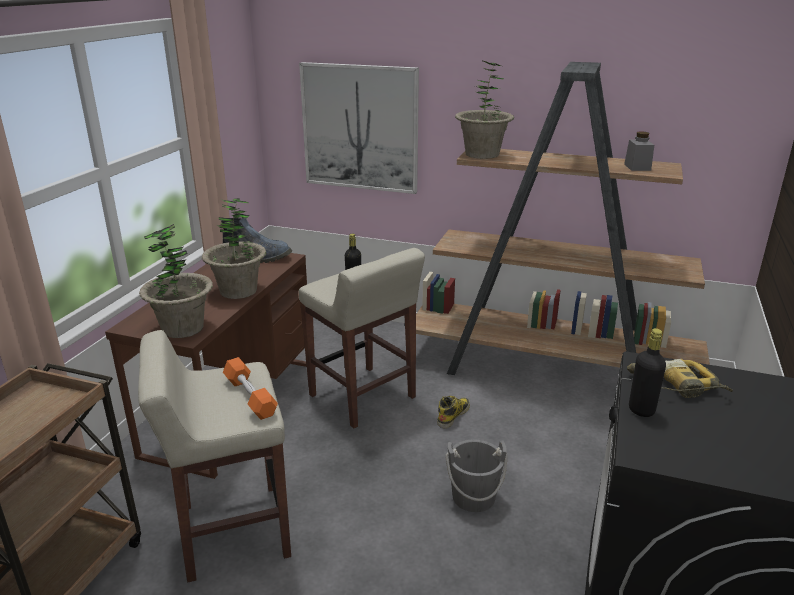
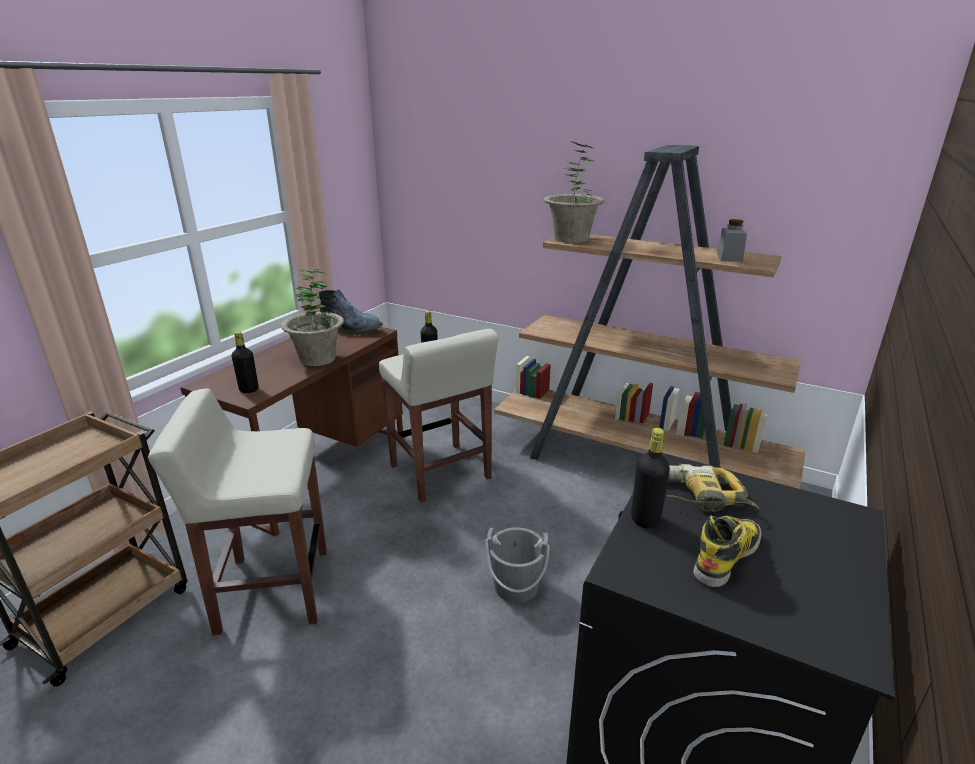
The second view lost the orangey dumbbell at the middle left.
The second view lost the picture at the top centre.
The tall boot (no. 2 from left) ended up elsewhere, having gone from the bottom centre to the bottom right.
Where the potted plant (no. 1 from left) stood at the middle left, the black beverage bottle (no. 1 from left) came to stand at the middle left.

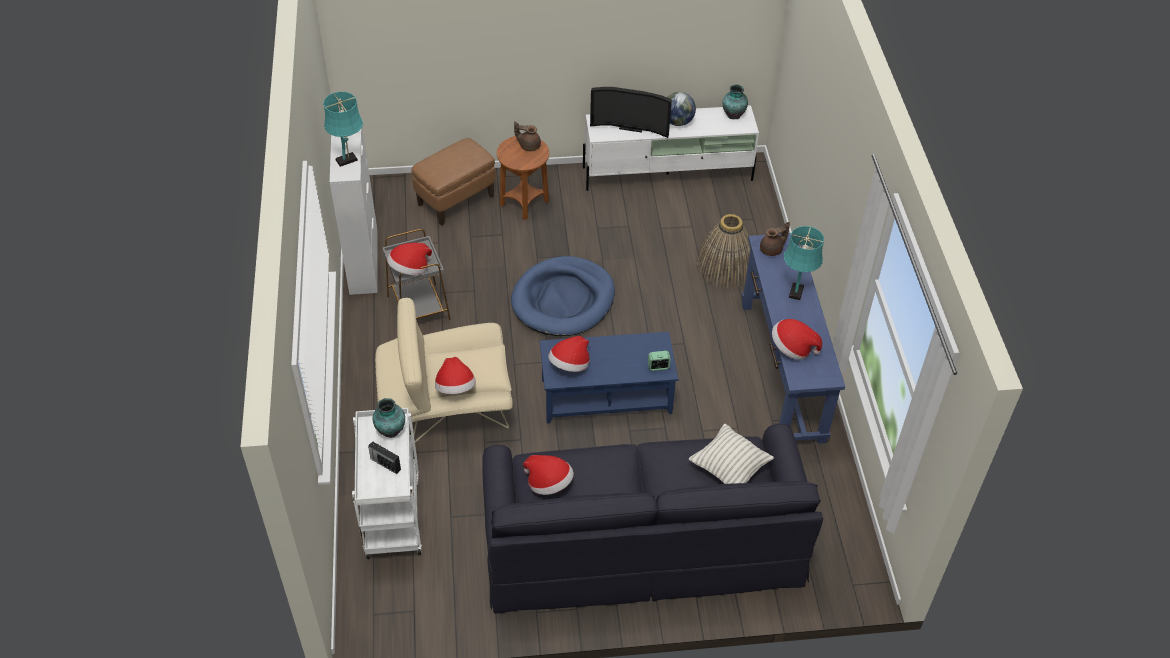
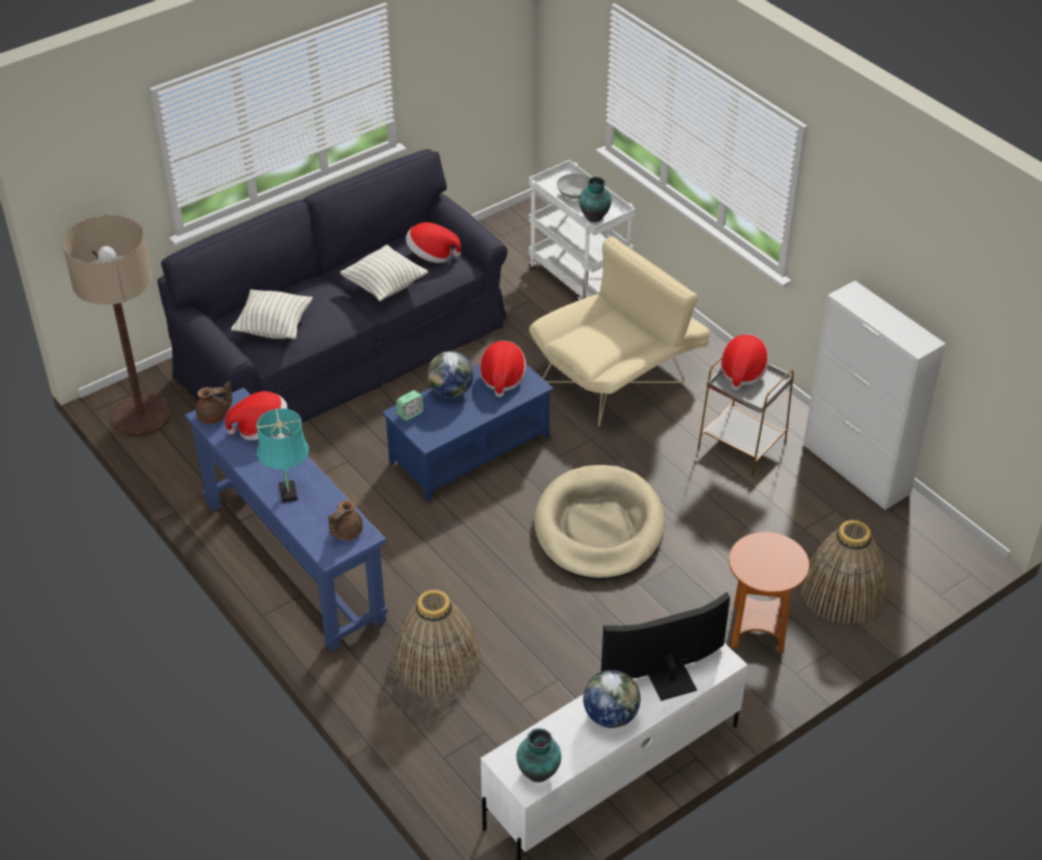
The second view lost the turquoise-coloured table lamp (no. 1 from left) at the top left.
The second view lost the wearable hat (no. 2 from left) at the centre.
The second view gained the standing lamp at the middle left.
The second view gained the pillow (no. 2 from left) at the top centre.
The second view gained the globe (no. 1 from left) at the centre.
The brown tea pot (no. 1 from left) ended up elsewhere, having gone from the top centre to the middle left.
Where the radio stood at the bottom left, the grey bowl came to stand at the top centre.
Where the brown ottoman stood at the top centre, the storage basket (no. 2 from left) came to stand at the middle right.
What was the bluish dog bed at the centre turned into the sand-coloured dog bed at the centre.

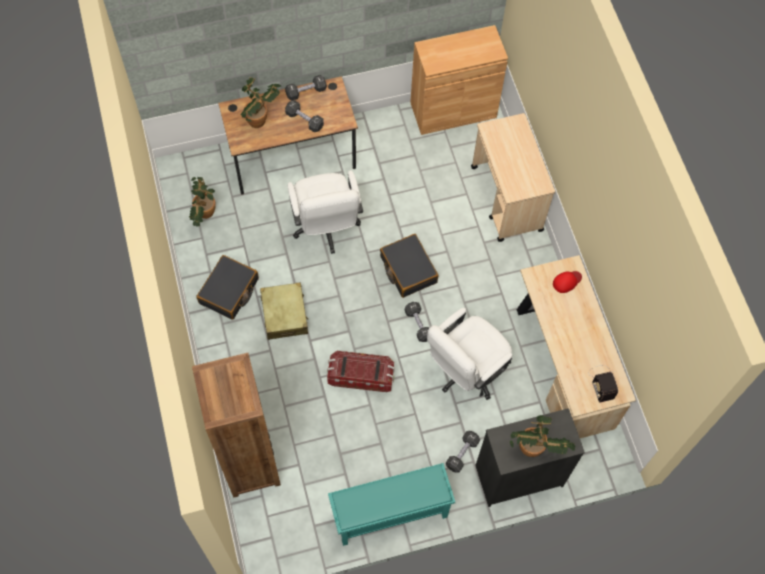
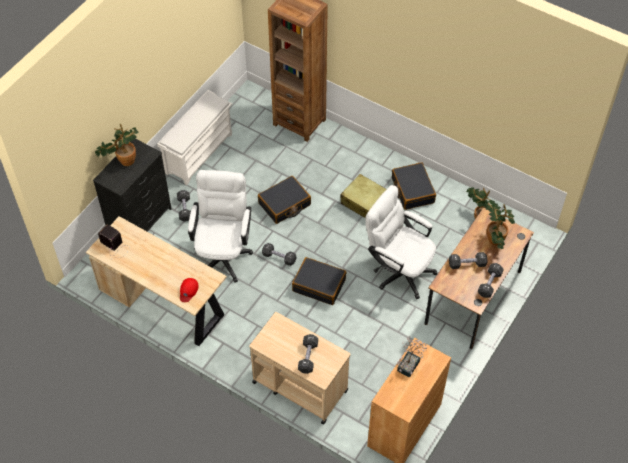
The second view gained the black dumbbell (no. 3 from left) at the bottom centre.
The second view gained the potted plant (no. 2 from left) at the bottom centre.
Where the storage container stood at the centre, the black travel case (no. 1 from left) came to stand at the centre.
What was the turquoise-coloured shoe stand at the bottom centre turned into the white shoe stand at the top left.

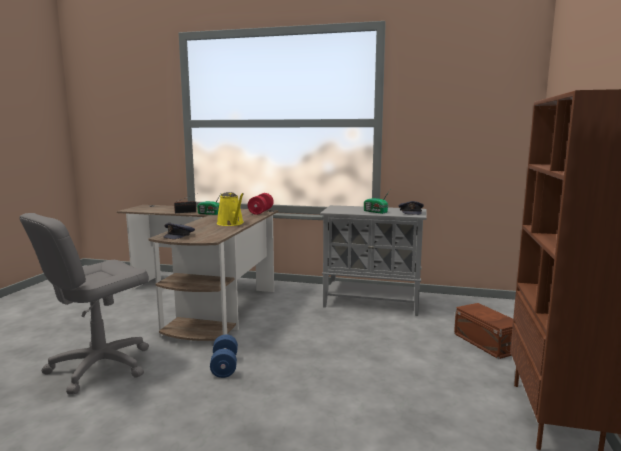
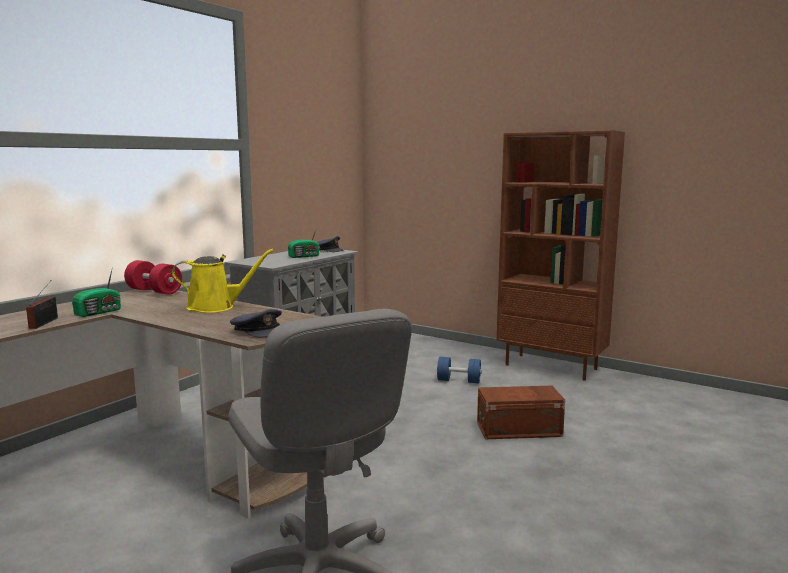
The bluish dumbbell ended up elsewhere, having gone from the bottom centre to the centre.
The brown storage container ended up elsewhere, having gone from the bottom right to the bottom centre.

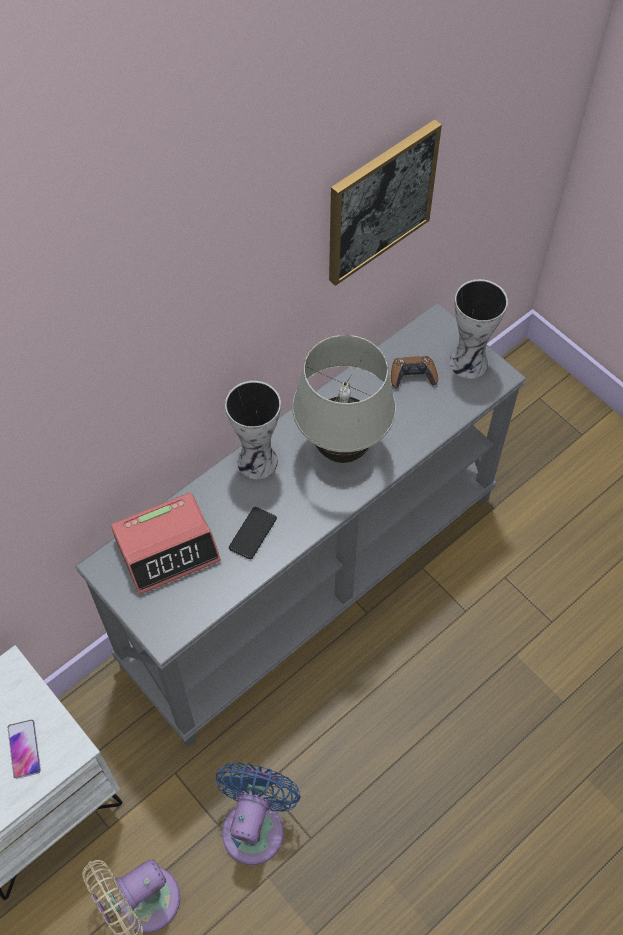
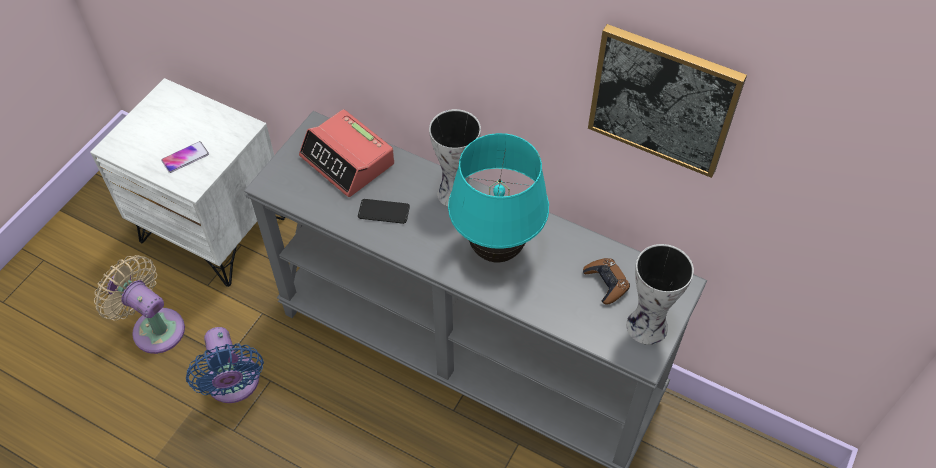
What was the white table lamp at the centre turned into the turquoise-coloured table lamp at the centre.
The bluish fan at the bottom centre ended up facing another way, 75 degrees clockwise from before.

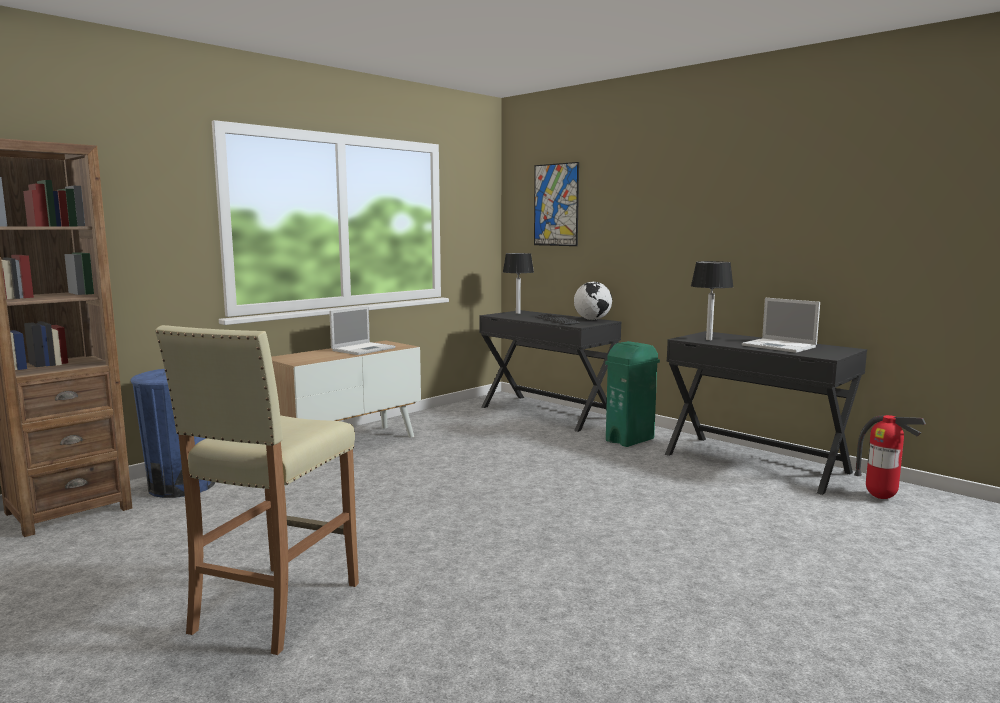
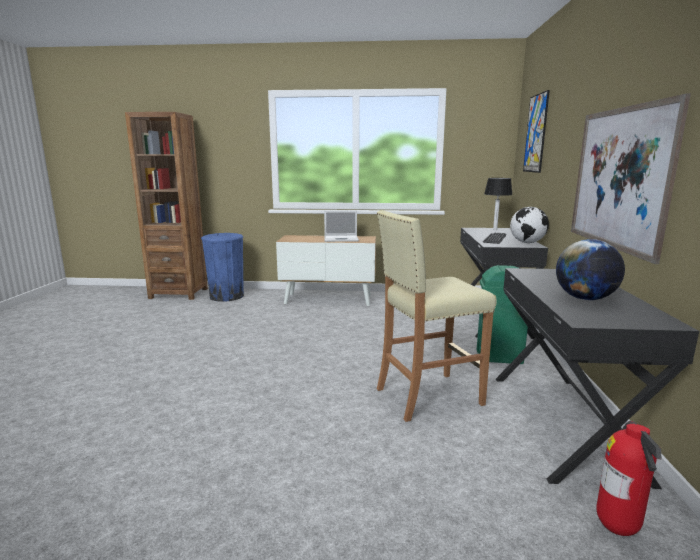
The second view lost the table lamp (no. 2 from left) at the middle right.
The second view gained the picture (no. 2 from left) at the top right.
The sand-coloured stool ended up elsewhere, having gone from the bottom left to the centre.
Where the notebook computer (no. 2 from left) stood at the middle right, the globe (no. 2 from left) came to stand at the middle right.

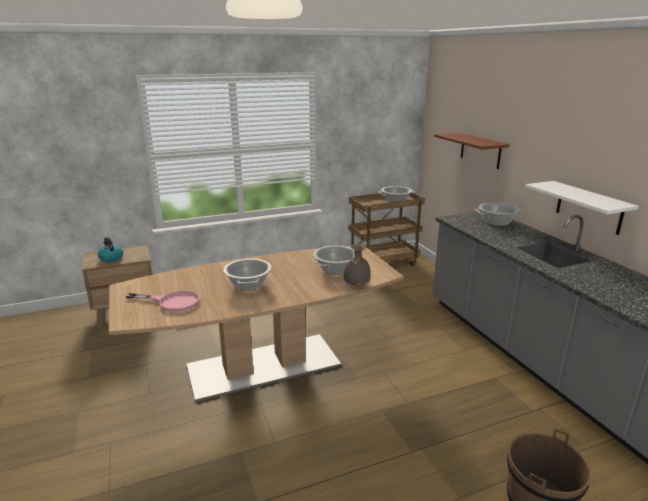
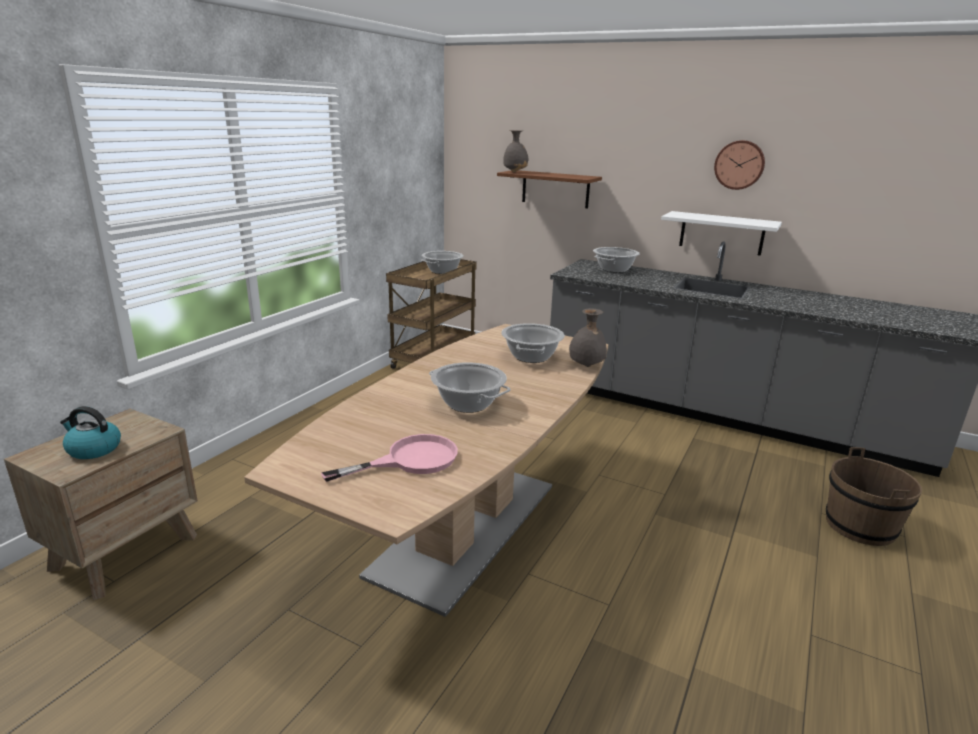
The second view gained the grey vase (no. 1 from left) at the top centre.
The second view gained the hanging clock at the top right.

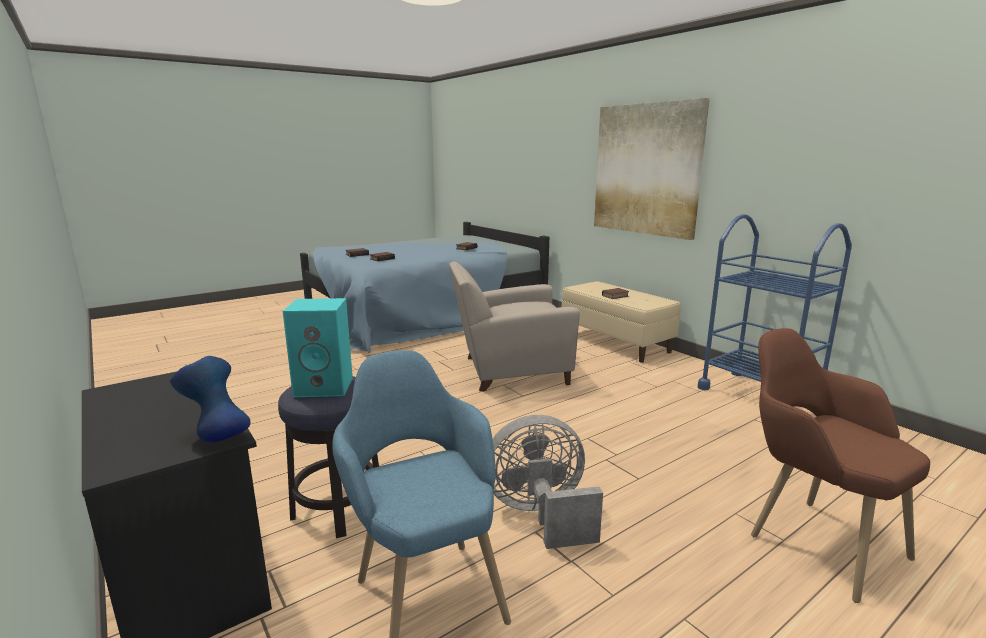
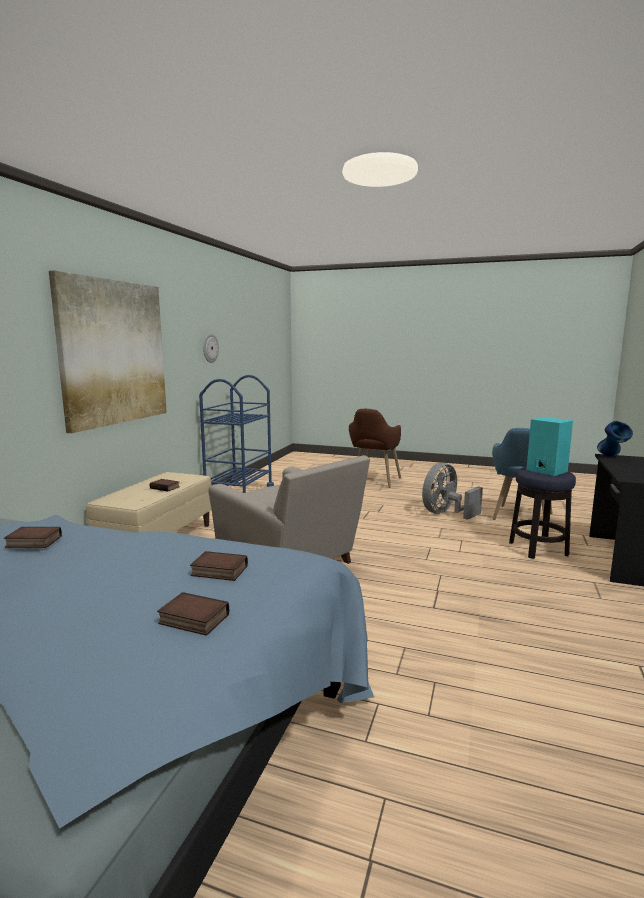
The second view gained the hanging clock at the middle left.
The grey fan at the bottom centre ended up facing another way, 90 degrees clockwise from before.

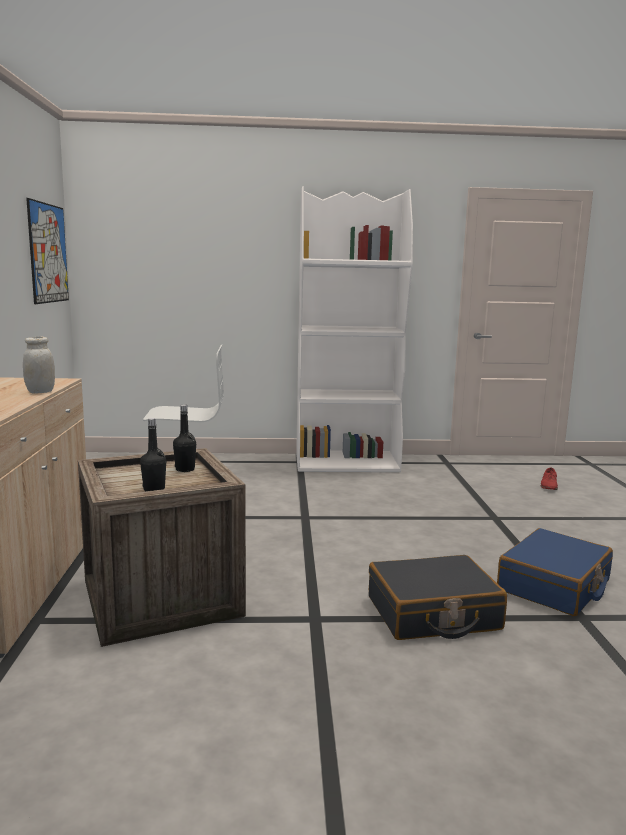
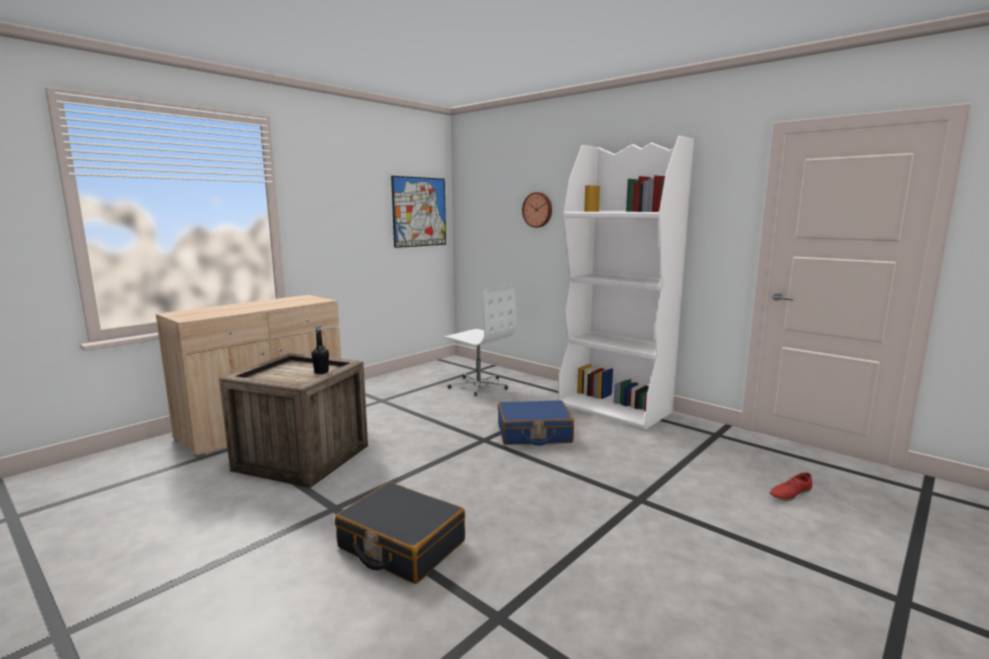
The second view lost the white jar at the middle left.
The second view lost the black beverage bottle (no. 1 from left) at the middle left.
The second view gained the hanging clock at the top centre.
The bluish travel case ended up elsewhere, having gone from the bottom right to the centre.

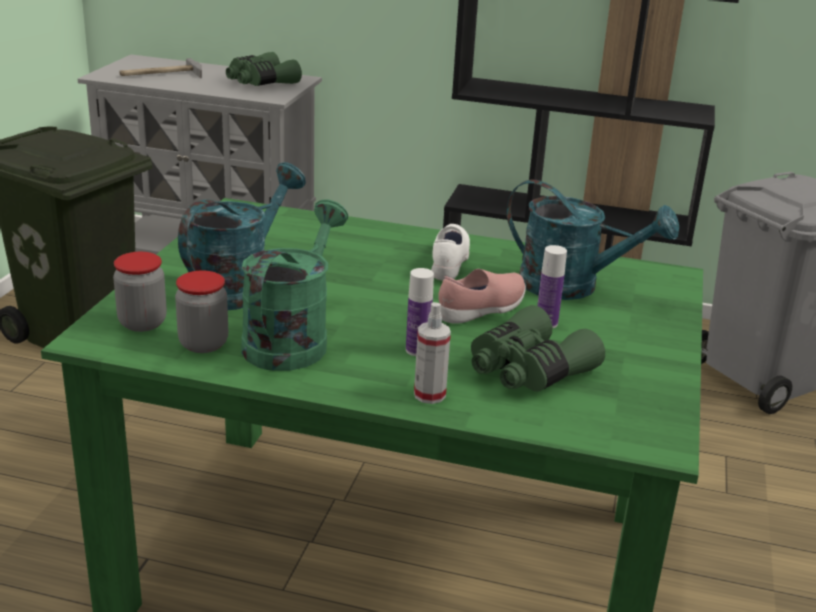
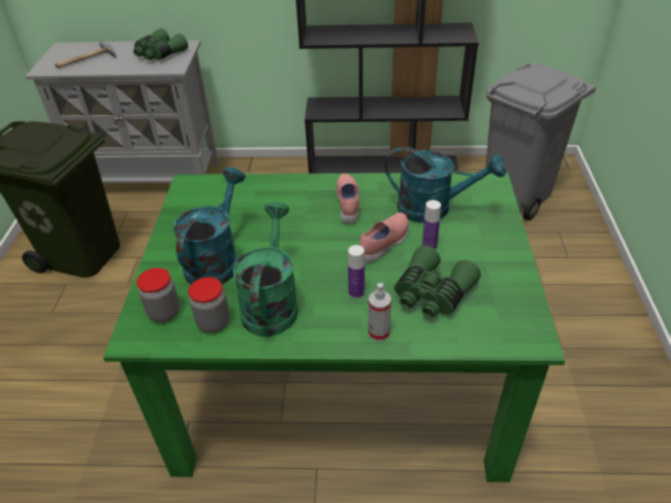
What was the white low shoe at the centre turned into the pinkish low shoe (no. 1 from left) at the centre.

